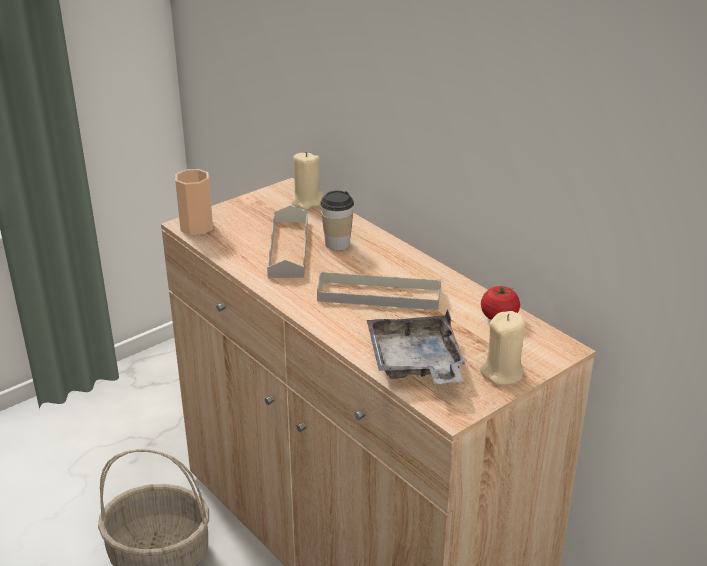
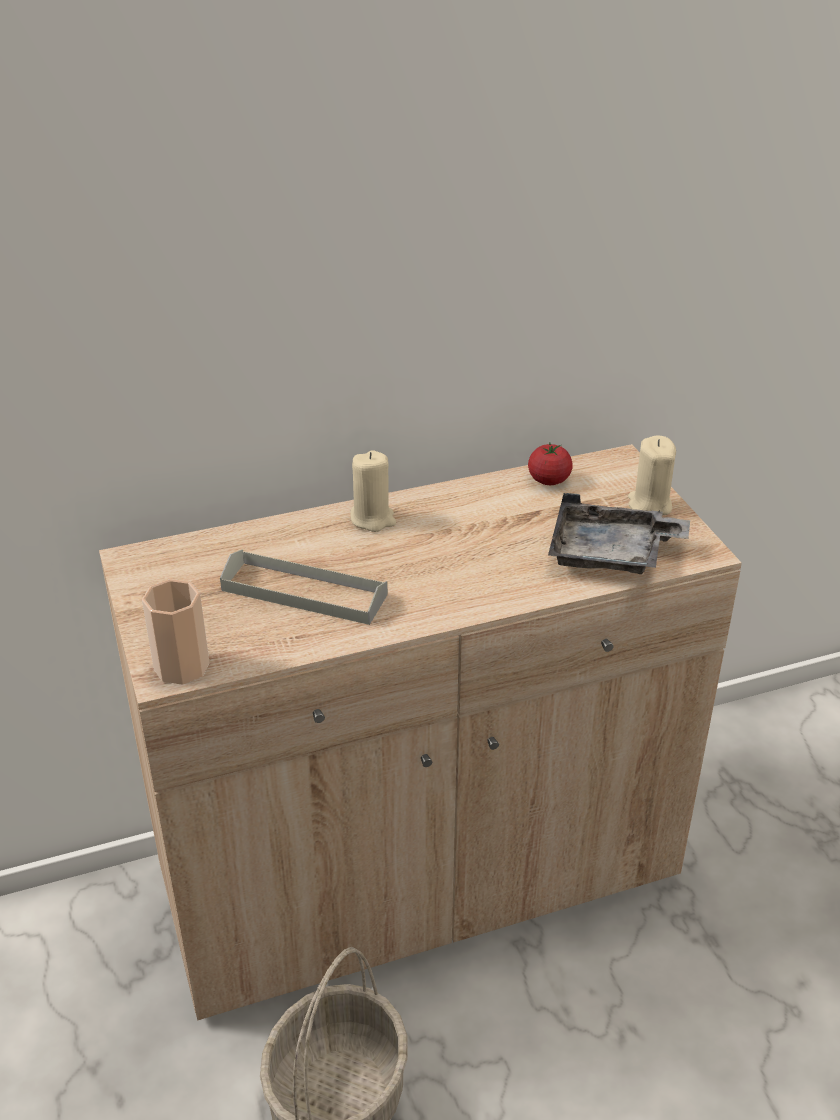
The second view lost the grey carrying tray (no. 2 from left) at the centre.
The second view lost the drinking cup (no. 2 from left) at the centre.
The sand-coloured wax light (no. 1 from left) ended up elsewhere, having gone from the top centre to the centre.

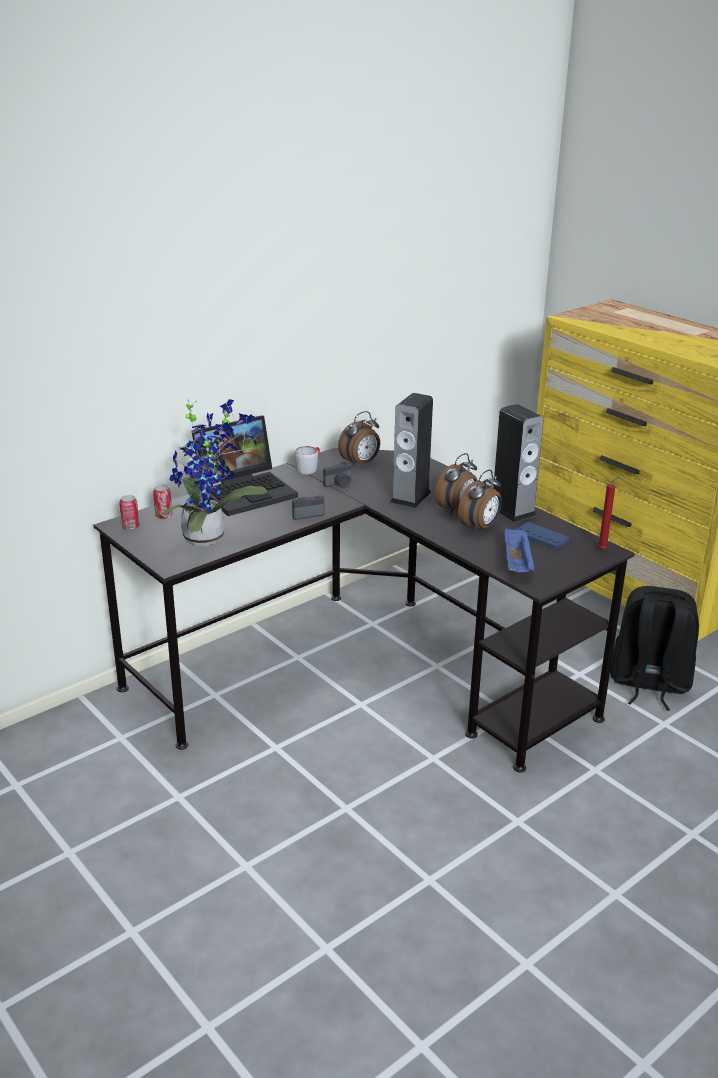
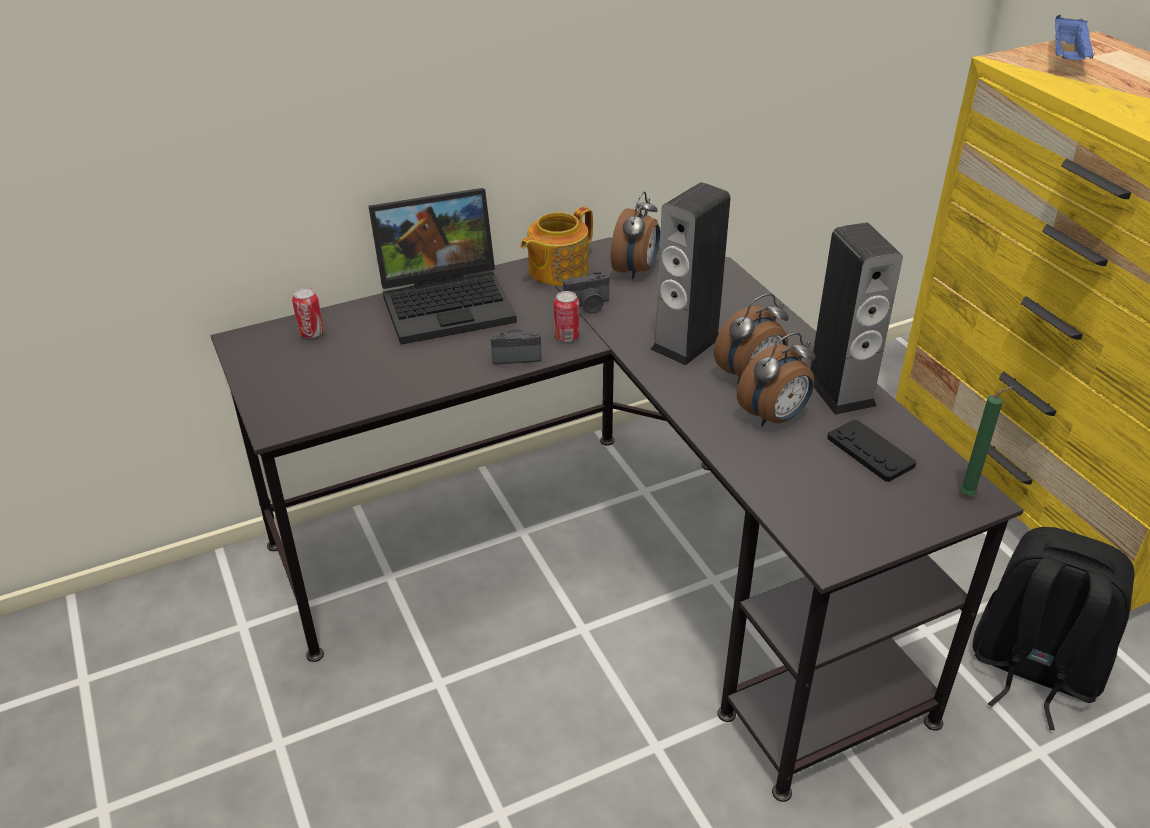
The second view lost the potted plant at the middle left.
The metal can (no. 1 from left in the first image) ended up elsewhere, having gone from the middle left to the centre.
The bluish carrying tray ended up elsewhere, having gone from the middle right to the top right.
Where the grey coffee mug stood at the centre, the tea pot came to stand at the top centre.
What was the bluish game controller at the middle right turned into the black game controller at the middle right.
What was the red wax light at the middle right turned into the greenish wax light at the middle right.
The bedside clock (no. 1 from left) at the centre ended up facing another way, 45 degrees counterclockwise from before.

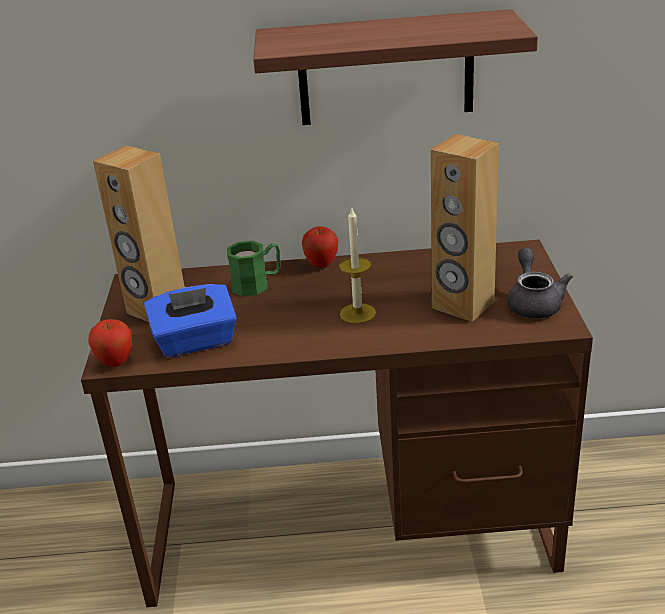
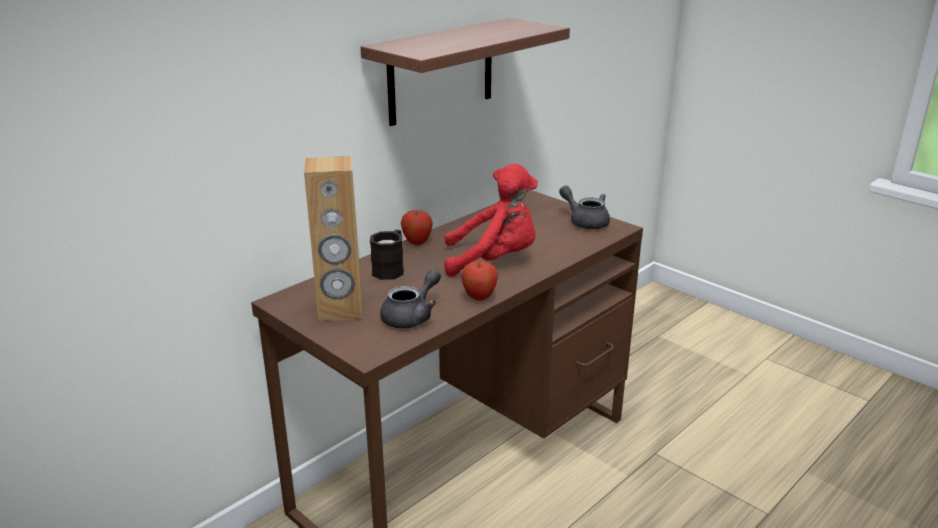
The second view lost the brown audio speaker (no. 2 from left) at the middle right.
The apple (no. 1 from left in the first image) ended up elsewhere, having gone from the middle left to the centre.
Where the bluish tissue box stood at the middle left, the grey tea pot (no. 1 from left) came to stand at the centre.
Where the wax light stood at the centre, the red plush toy came to stand at the centre.
What was the greenish coffee mug at the centre turned into the black coffee mug at the centre.

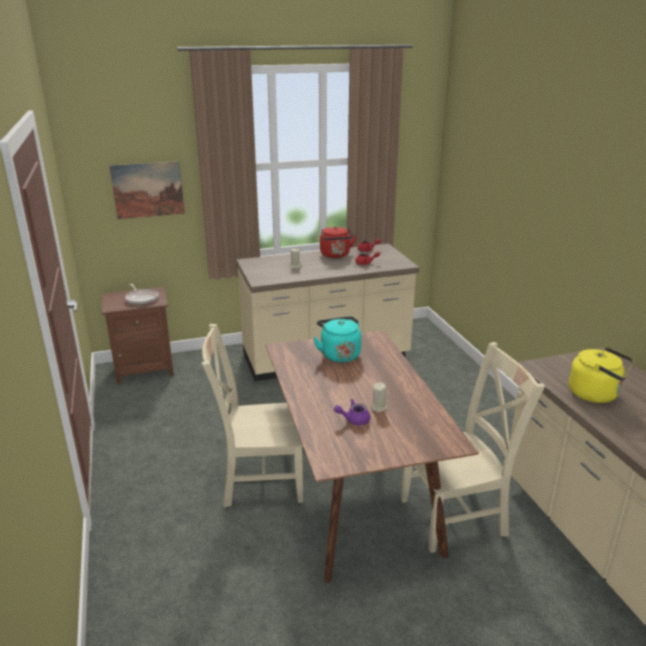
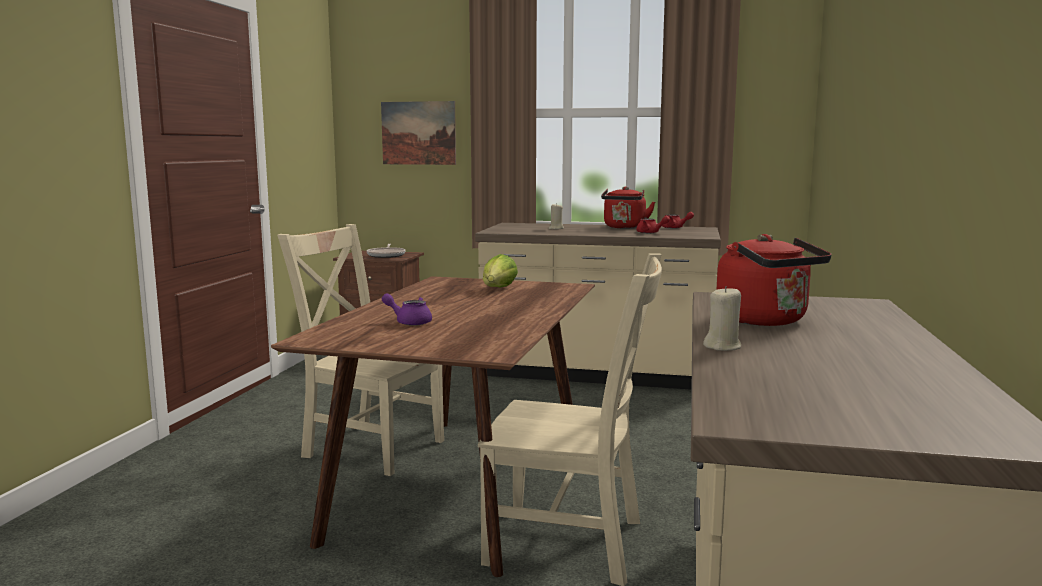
The sand-coloured wax light (no. 2 from left) ended up elsewhere, having gone from the centre to the middle right.
Where the turquoise-coloured tea kettle stood at the centre, the lettuce came to stand at the centre.
What was the yellowish tea kettle at the middle right turned into the red tea kettle (no. 2 from left) at the middle right.

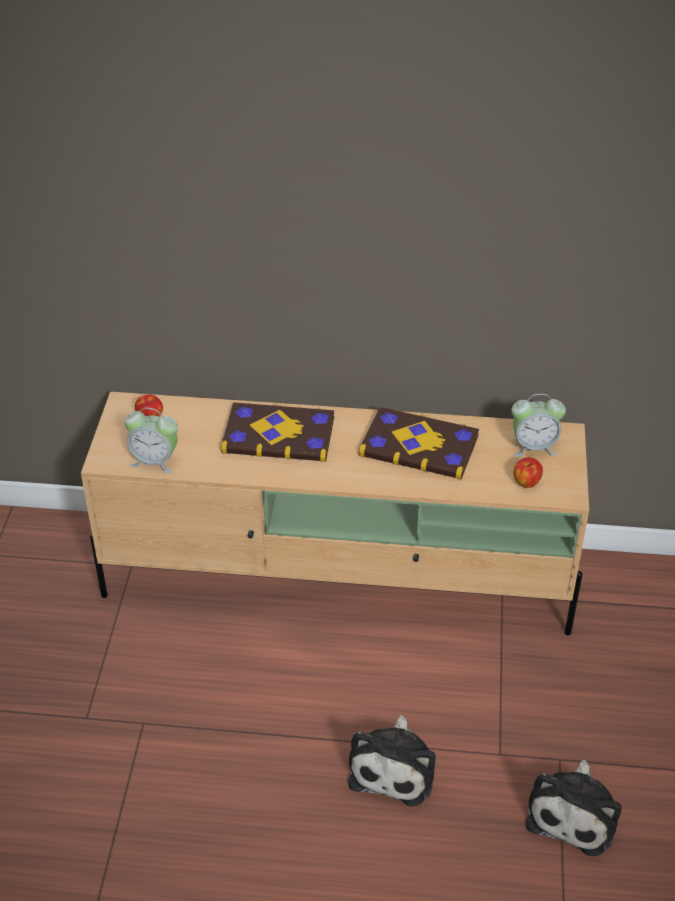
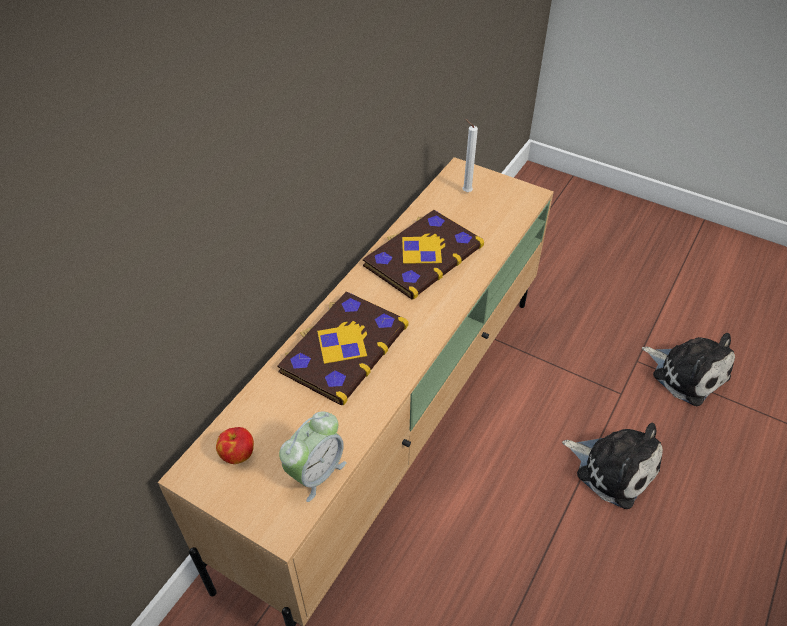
The second view lost the apple (no. 2 from left) at the middle right.
Where the bedside clock (no. 2 from left) stood at the middle right, the white wax light came to stand at the top centre.

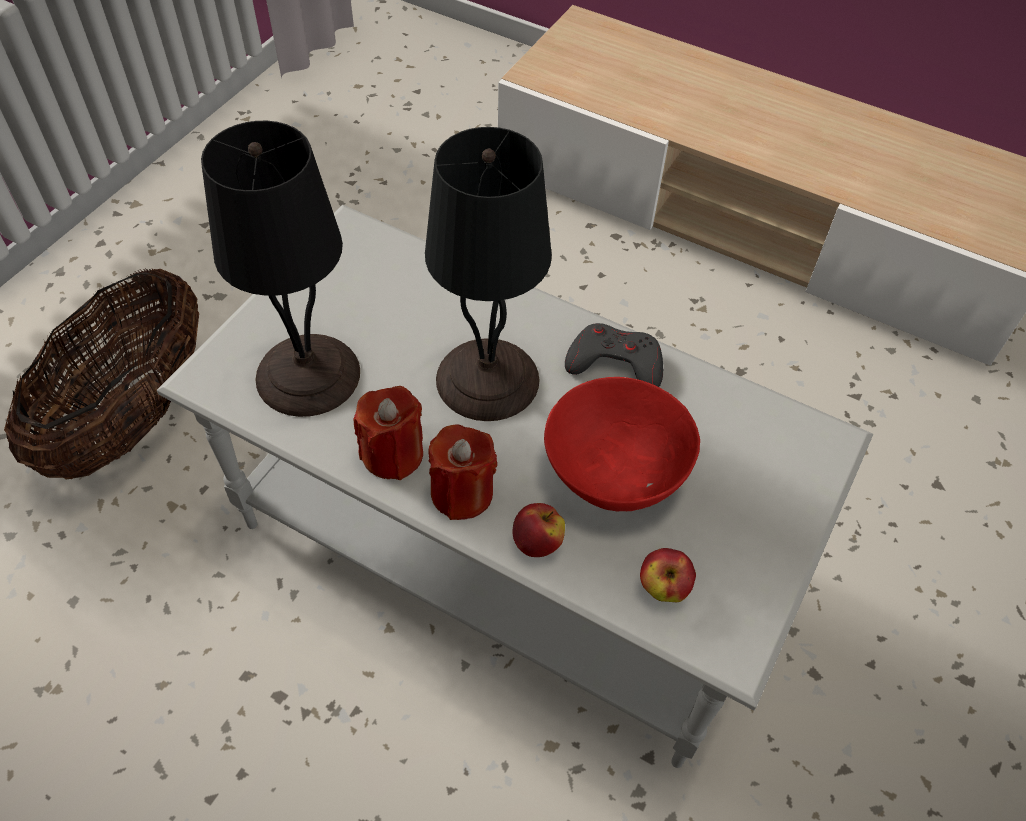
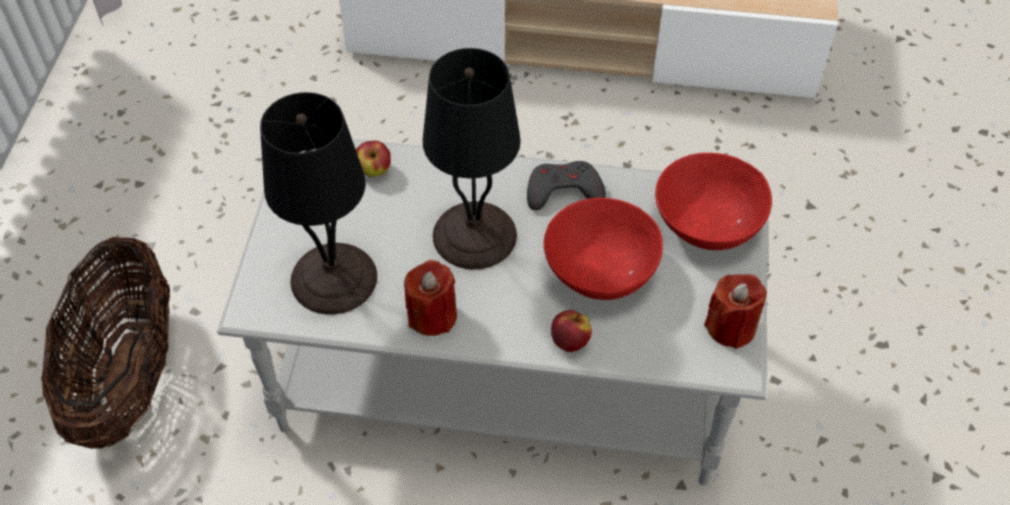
The second view gained the red bowl (no. 2 from left) at the middle right.
The red wax light (no. 2 from left) ended up elsewhere, having gone from the centre to the middle right.
The apple (no. 2 from left in the first image) ended up elsewhere, having gone from the bottom centre to the top centre.

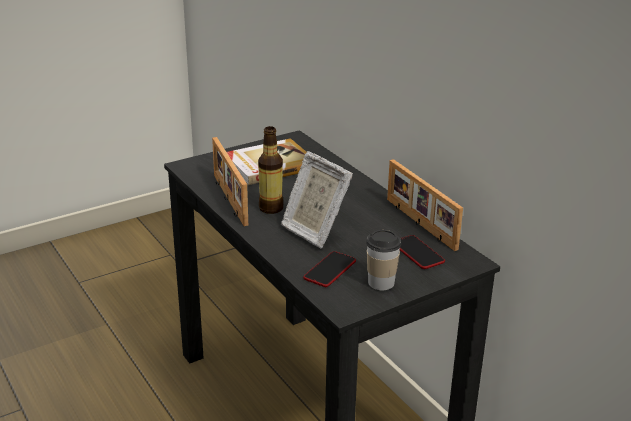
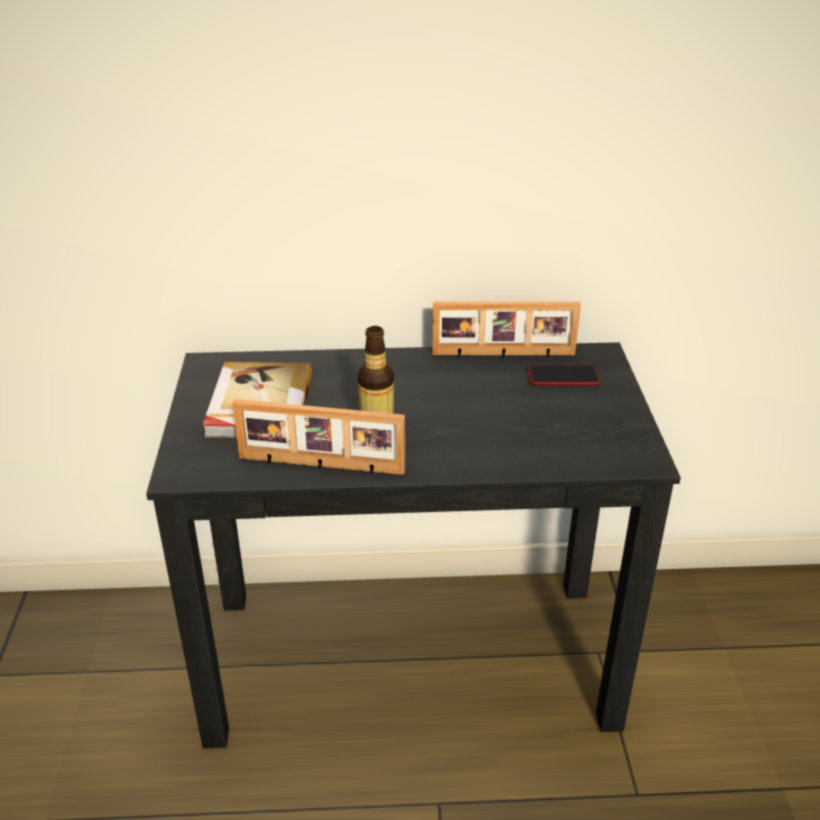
The second view lost the picture frame (no. 2 from left) at the centre.
The second view lost the handset (no. 1 from left) at the centre.
The second view lost the drinking cup at the centre.

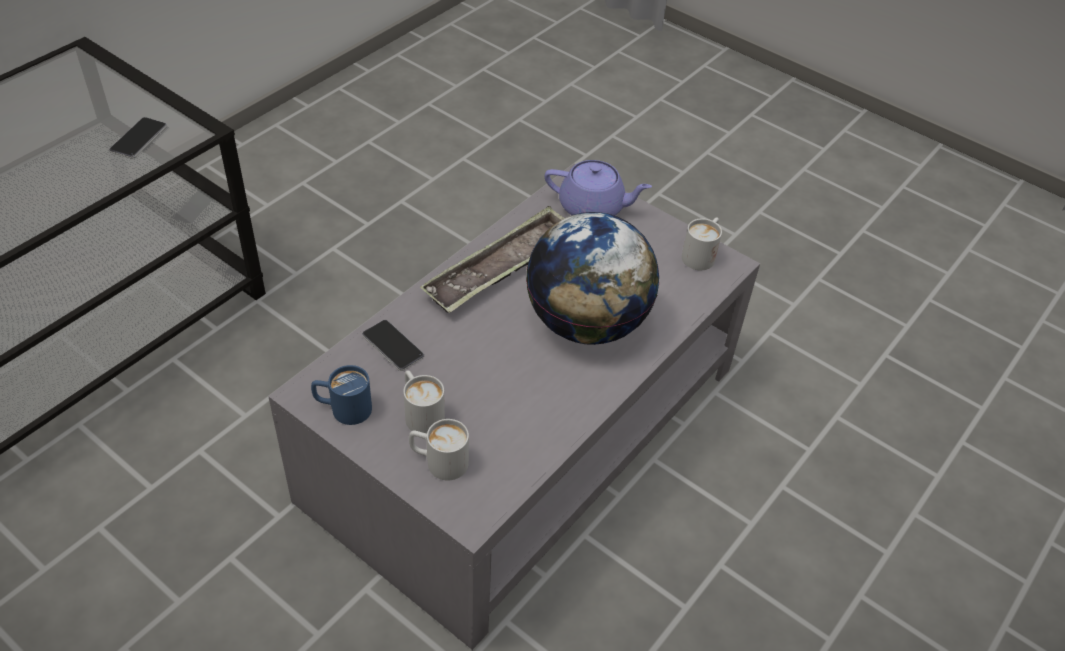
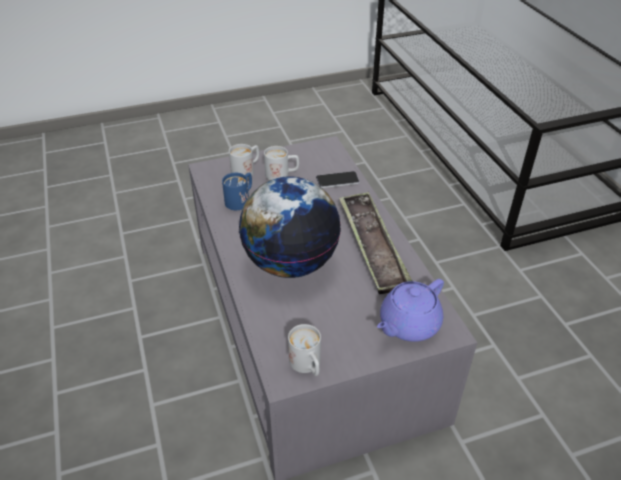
The second view lost the handset (no. 1 from left) at the top left.
The bluish coffee mug ended up elsewhere, having gone from the middle left to the centre.

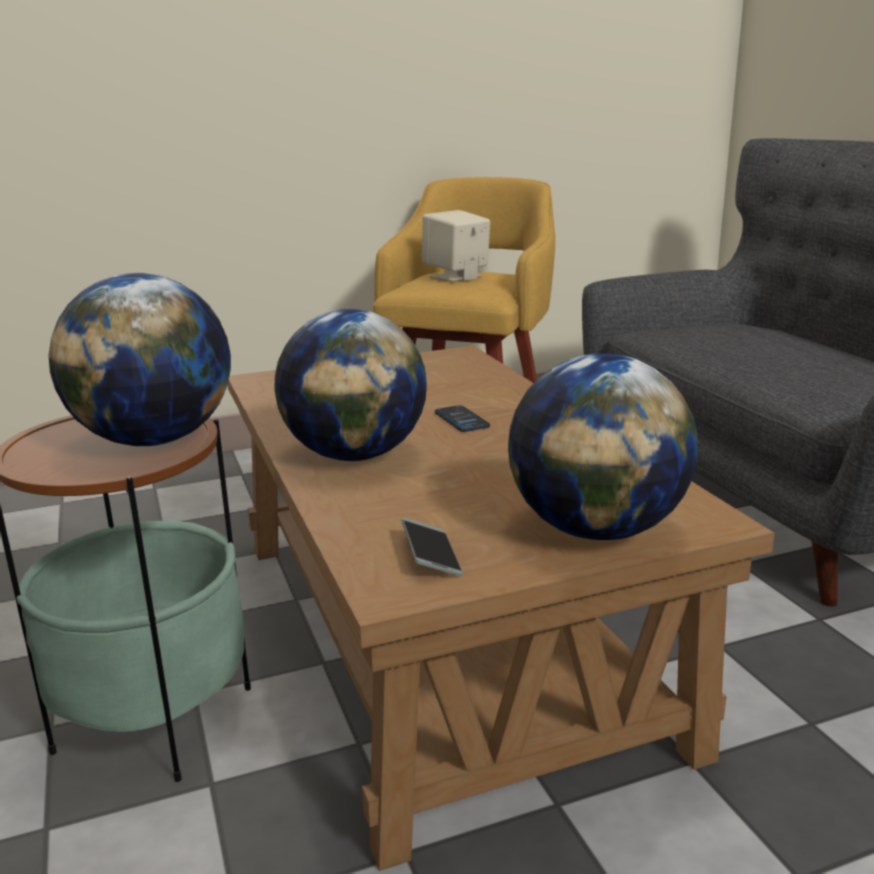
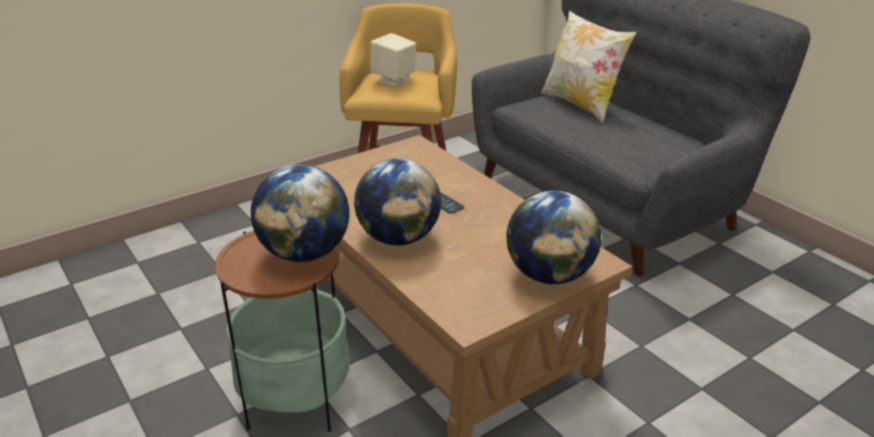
The second view lost the handset (no. 1 from left) at the centre.
The second view gained the pillow at the top right.

